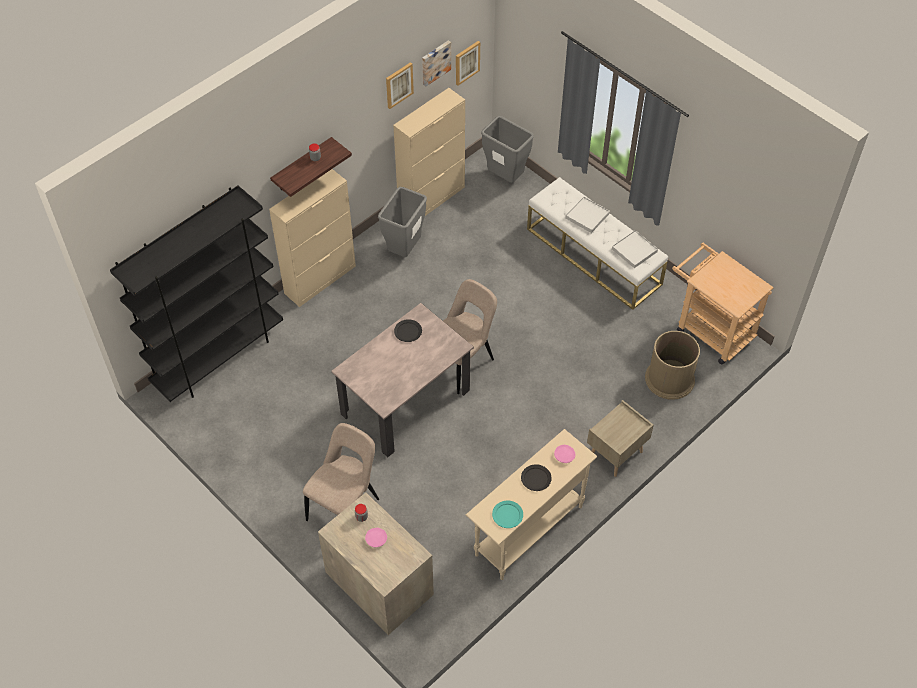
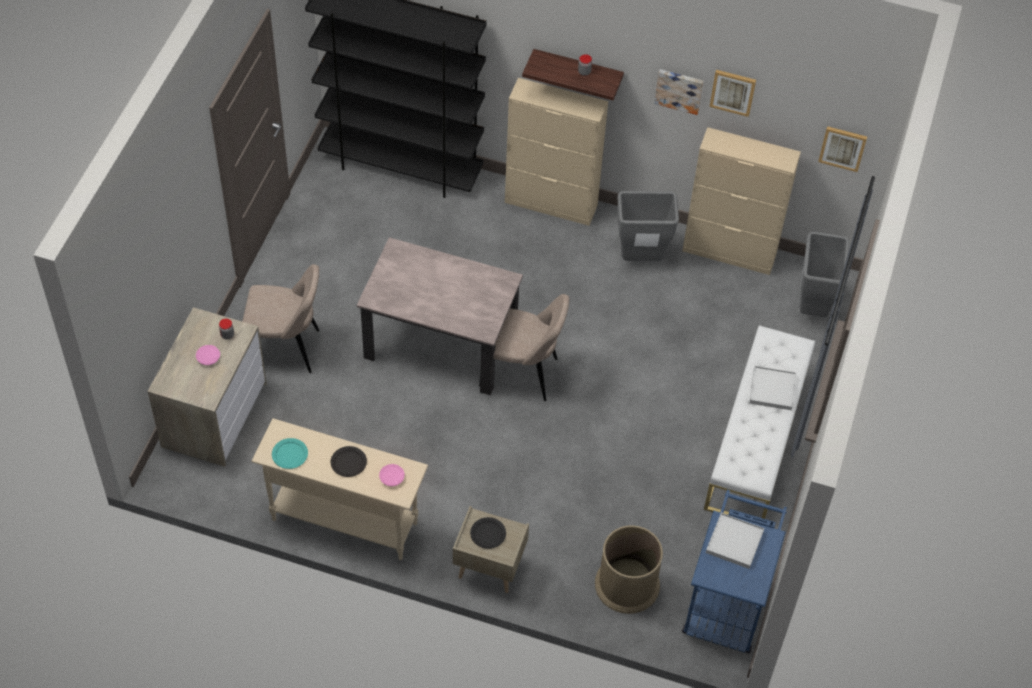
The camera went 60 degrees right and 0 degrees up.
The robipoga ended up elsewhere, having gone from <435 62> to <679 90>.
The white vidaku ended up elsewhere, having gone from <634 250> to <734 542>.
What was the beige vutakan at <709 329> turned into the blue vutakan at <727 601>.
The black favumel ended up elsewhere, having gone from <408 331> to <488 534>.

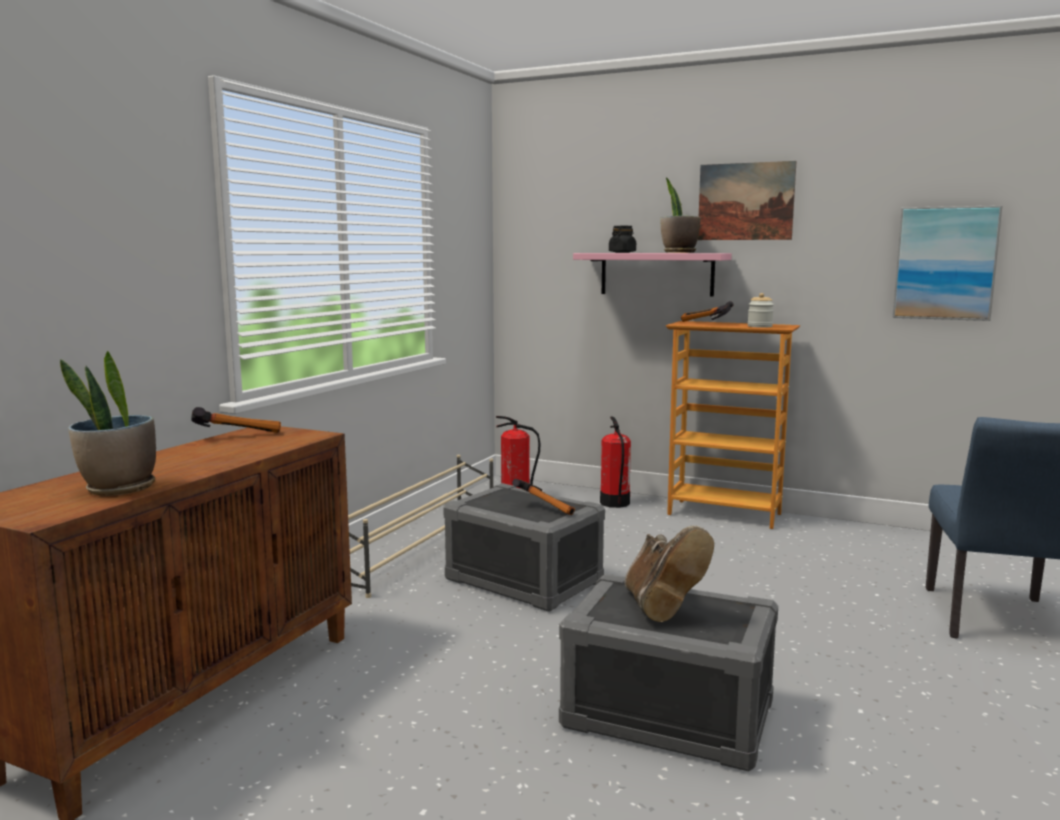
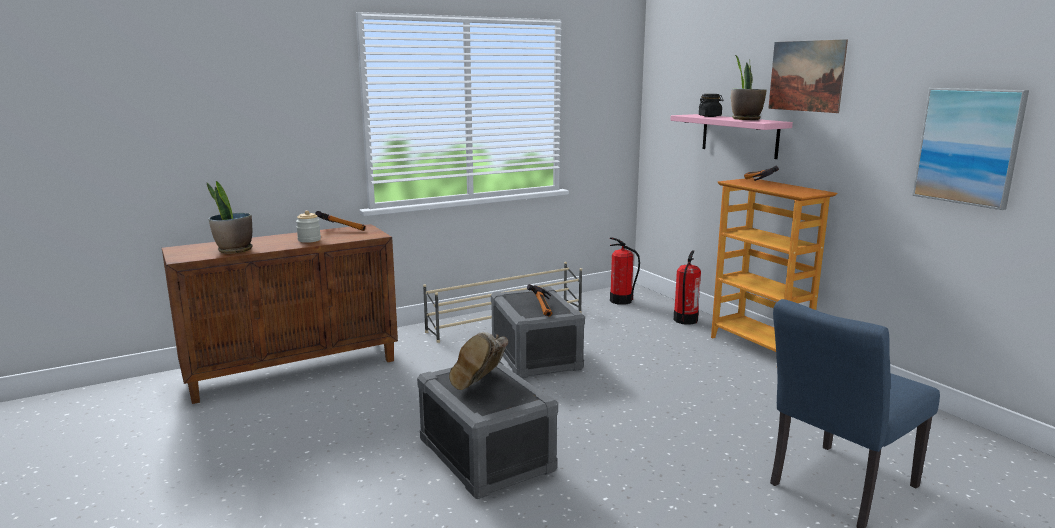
The camera went 35 degrees right and 5 degrees up.
The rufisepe ended up elsewhere, having gone from <760 326> to <309 240>.

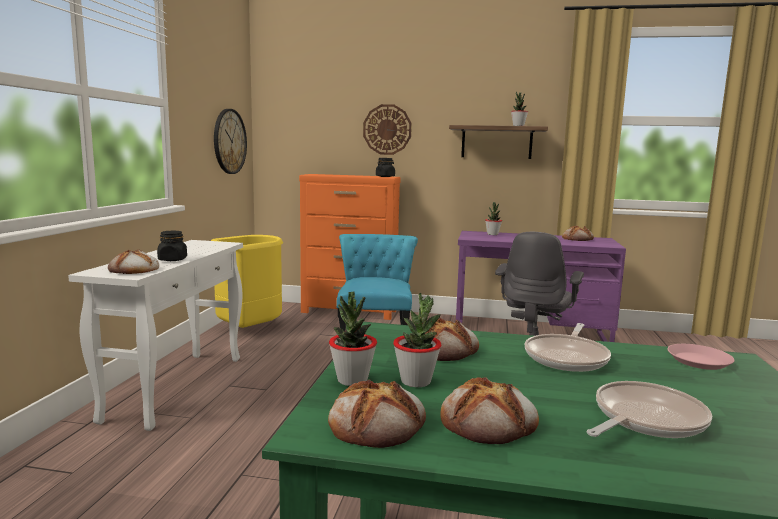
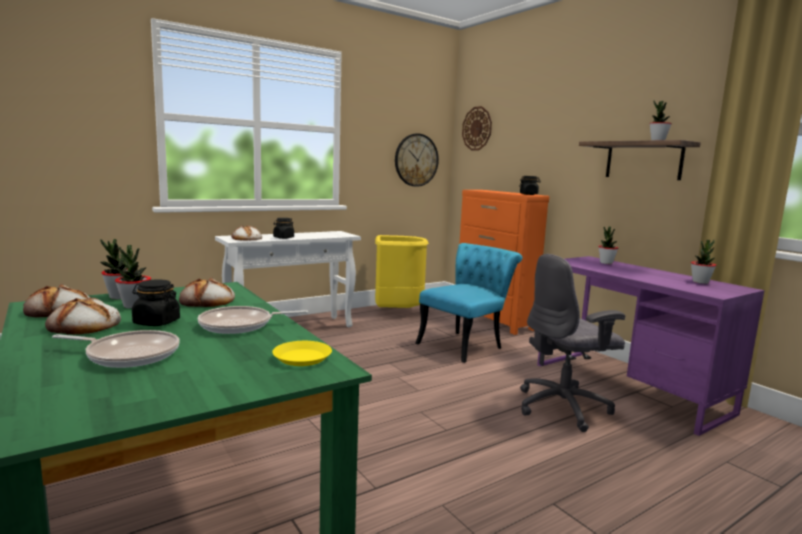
The camera went 45 degrees right and 0 degrees up.
The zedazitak ended up elsewhere, having gone from <387 129> to <477 128>.
Where the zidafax stood at <577 238>, the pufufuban came to stand at <700 282>.
What was the pink favumel at <698 361> turned into the yellow favumel at <302 357>.
The second view gained the black rufisepe at <156 322>.

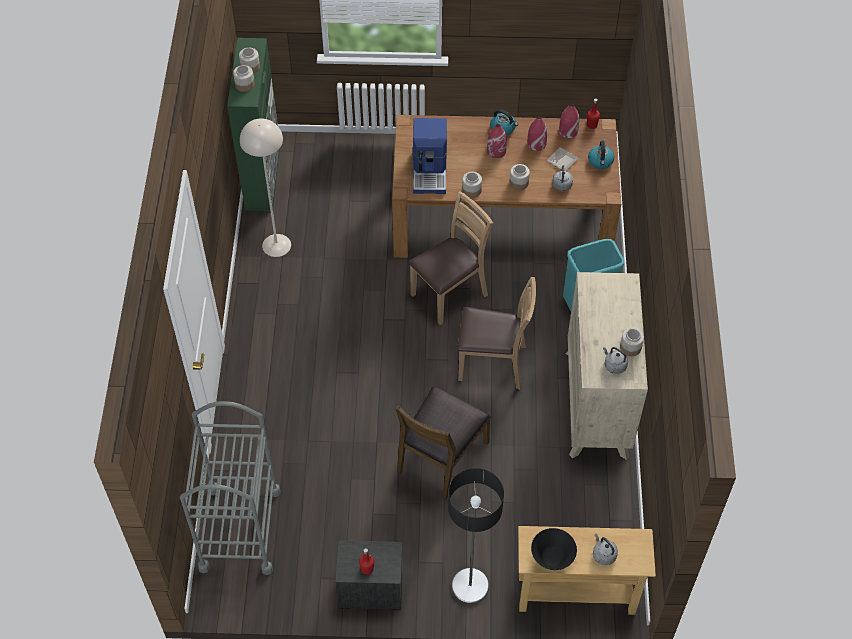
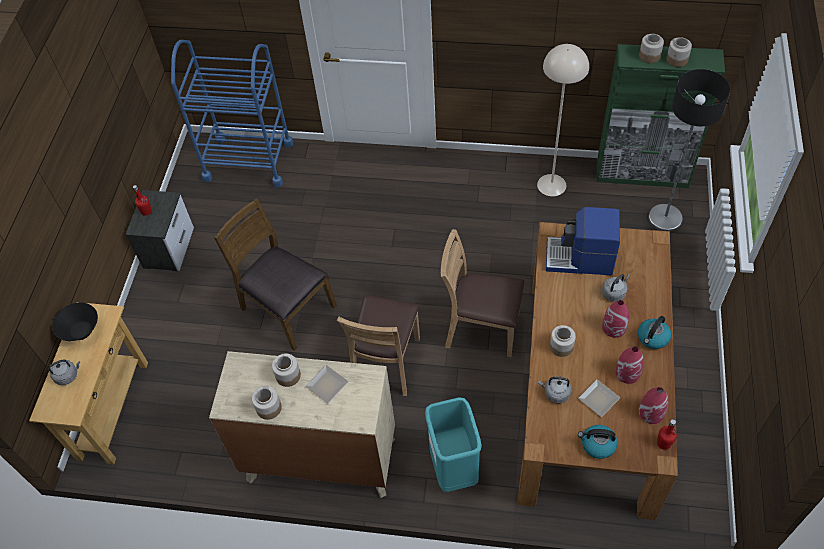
The camera went 100 degrees right and 0 degrees up.
The rufisepe ended up elsewhere, having gone from <471 190> to <288 375>.
The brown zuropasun at <449 294> ended up facing another way, 135 degrees clockwise from before.
The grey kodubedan ended up elsewhere, having gone from <614 365> to <614 293>.
What was the grey vutakan at <240 529> turned into the blue vutakan at <248 161>.
The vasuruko ended up elsewhere, having gone from <470 586> to <665 218>.
The second view gained the favumel at <327 386>.

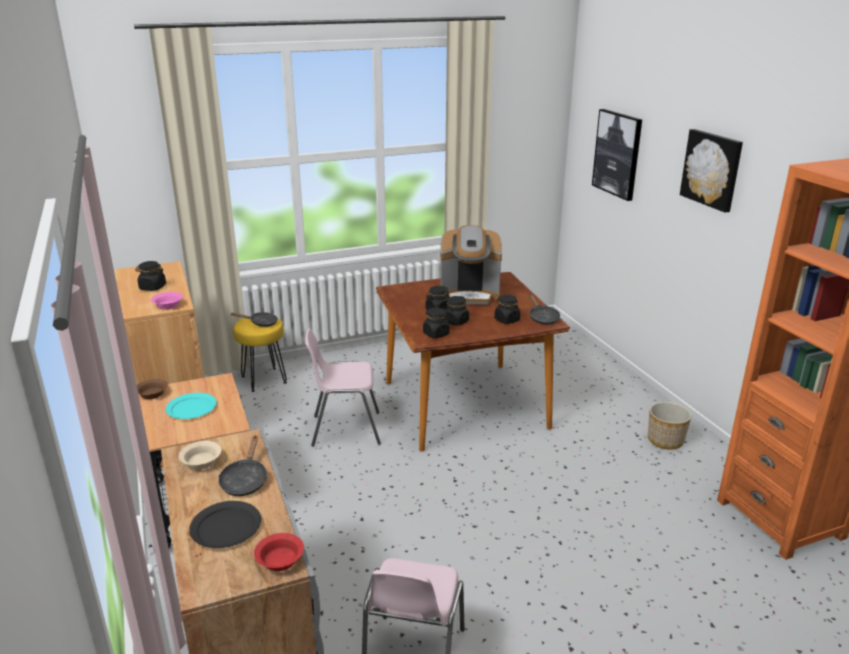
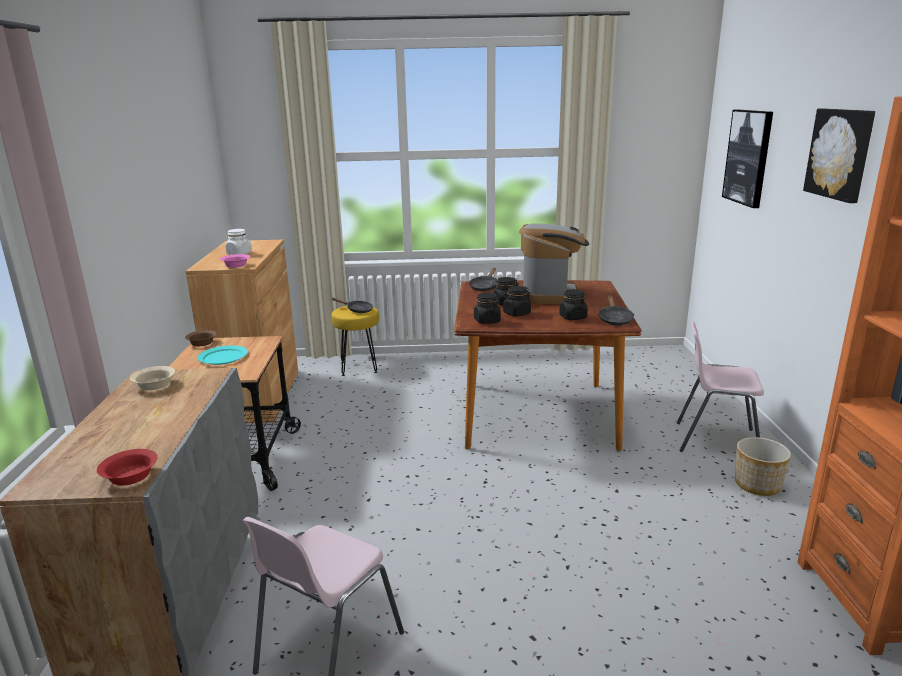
The camera went 20 degrees right and 5 degrees down.
The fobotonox at <470 295> ended up facing another way, 105 degrees counterclockwise from before.
What was the black rufisepe at <152 287> turned into the white rufisepe at <239 253>.
The pink zuropasun ended up elsewhere, having gone from <345 429> to <715 440>.
The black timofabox ended up elsewhere, having gone from <245 480> to <484 287>.
The second view lost the black favumel at <226 527>.

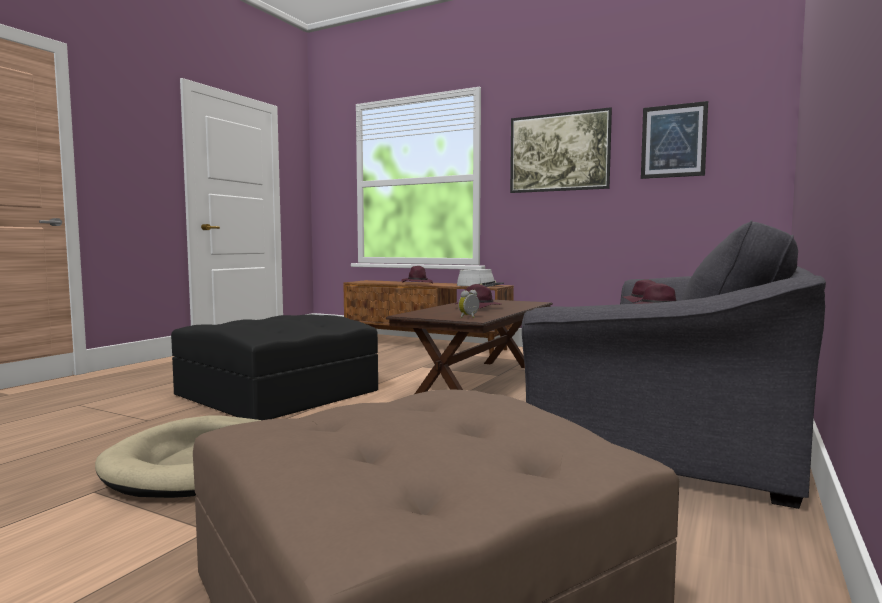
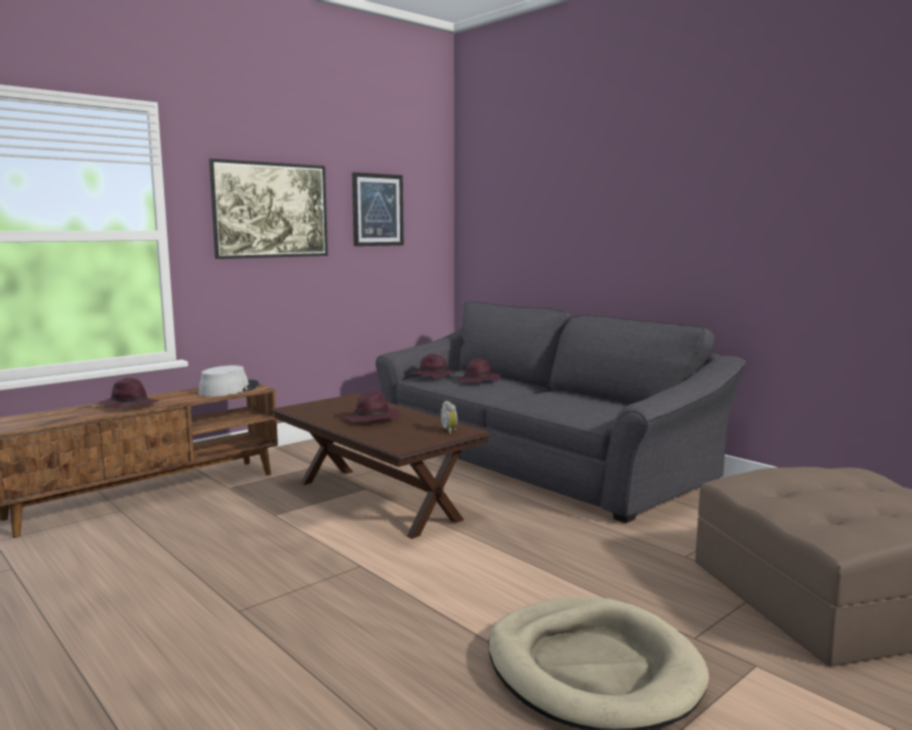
The camera went 70 degrees left and 5 degrees up.
The second view lost the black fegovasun at <278 392>.

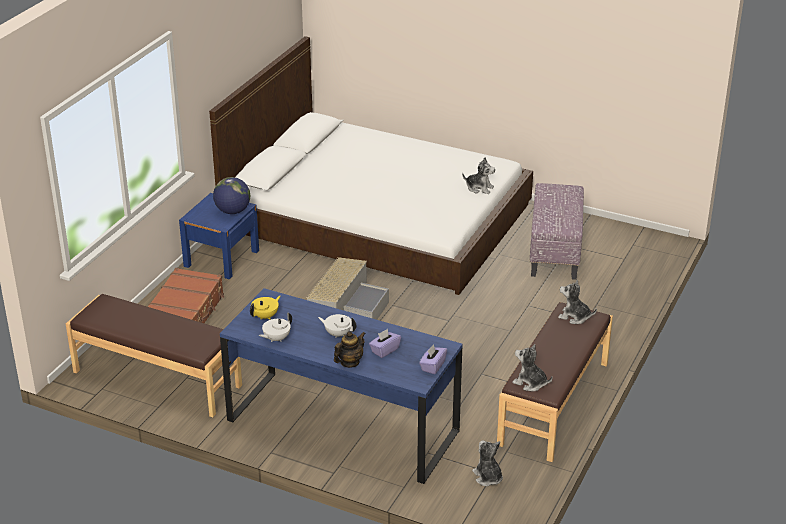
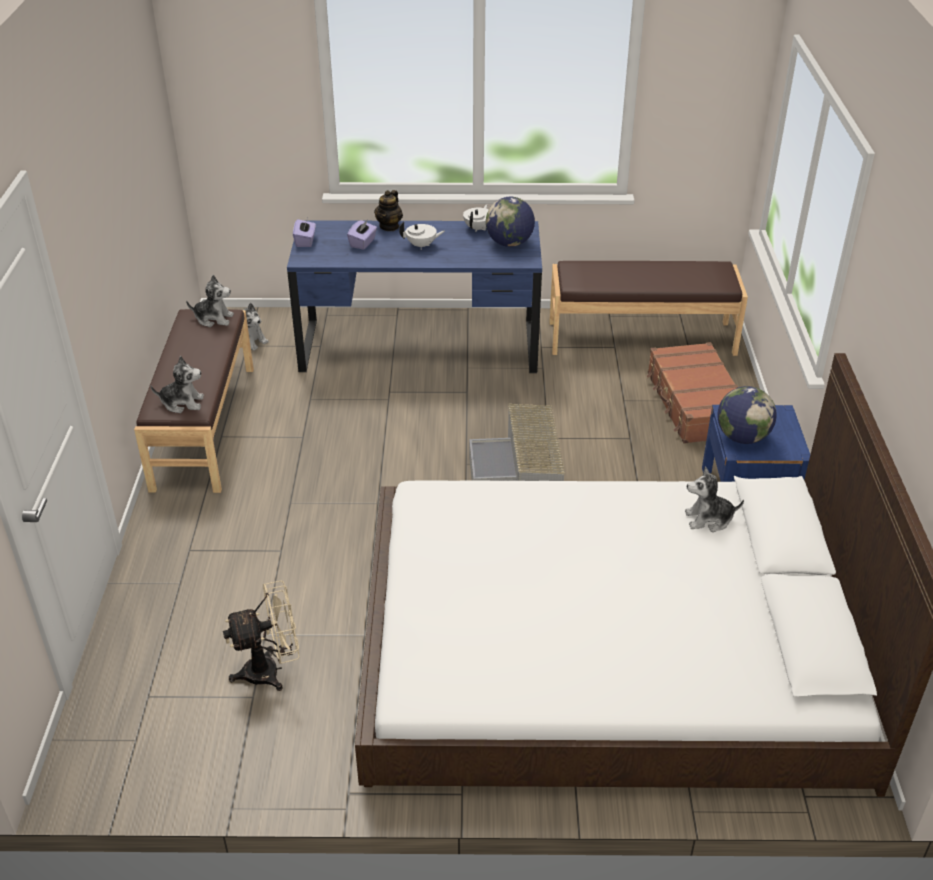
The camera went 155 degrees right and 5 degrees up.
The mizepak ended up elsewhere, having gone from <479 188> to <709 519>.
Where the fegovasun stood at <555 252>, the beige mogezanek came to stand at <271 671>.
Where the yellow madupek stood at <266 316>, the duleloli came to stand at <509 243>.

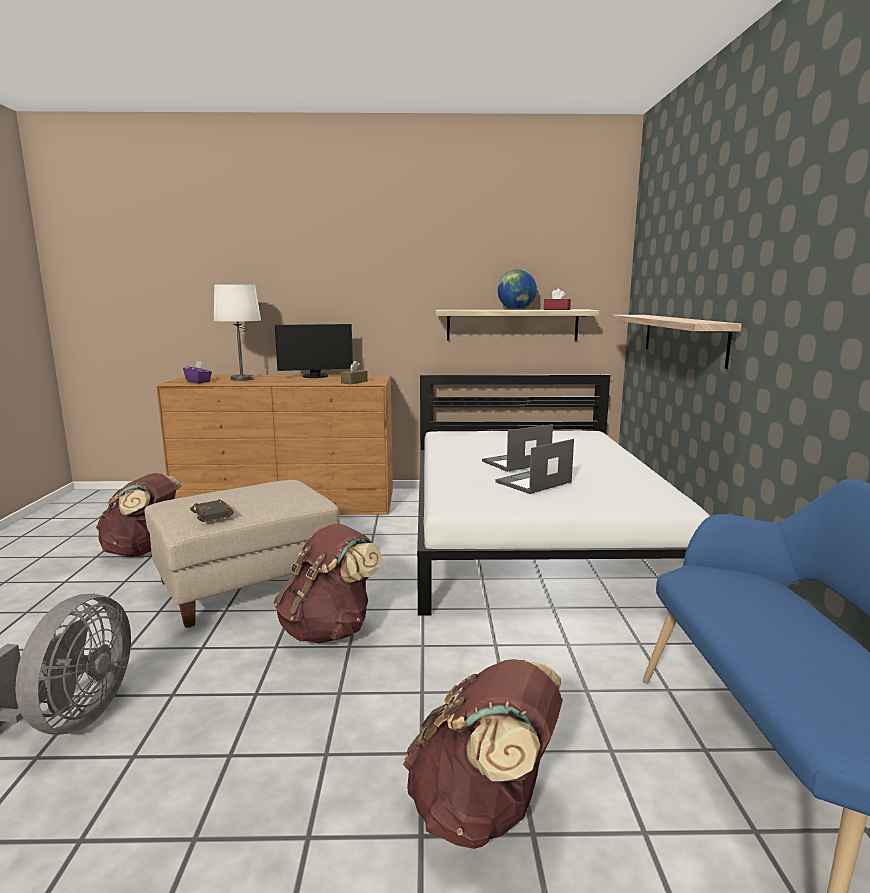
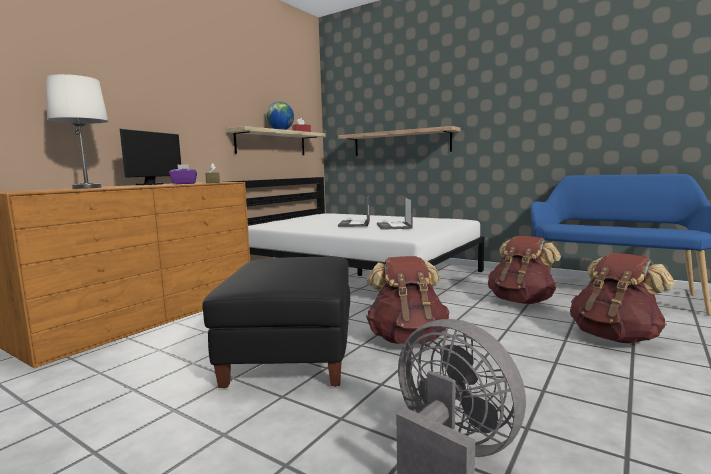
The camera went 55 degrees left and 5 degrees down.
The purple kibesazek ended up elsewhere, having gone from <198 381> to <184 184>.
The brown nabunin ended up elsewhere, having gone from <143 551> to <521 301>.
What was the beige fegovasun at <247 585> turned into the black fegovasun at <291 353>.
The second view lost the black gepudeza at <214 514>.

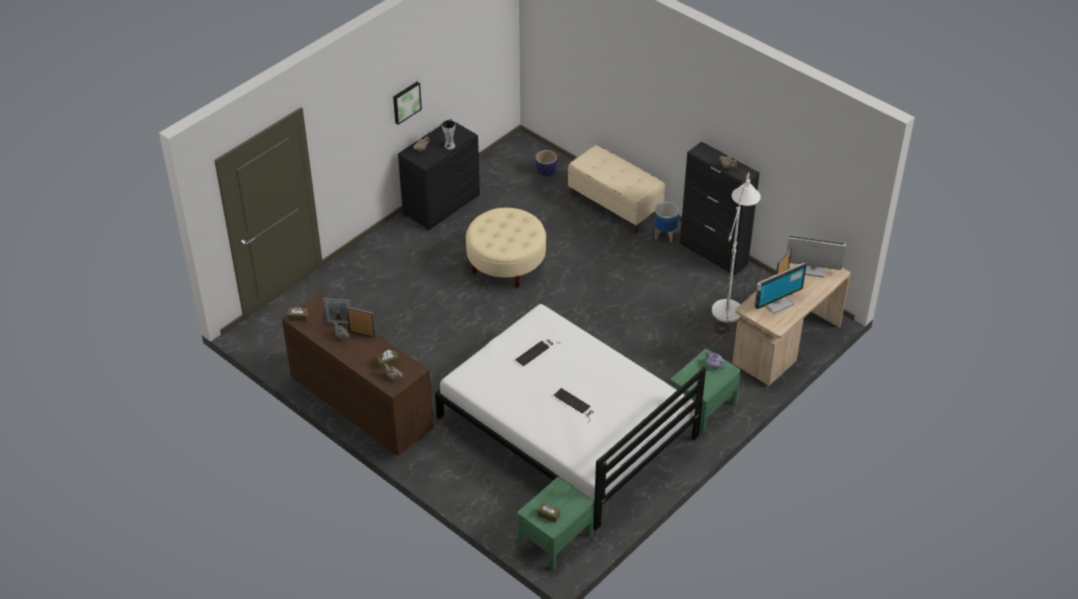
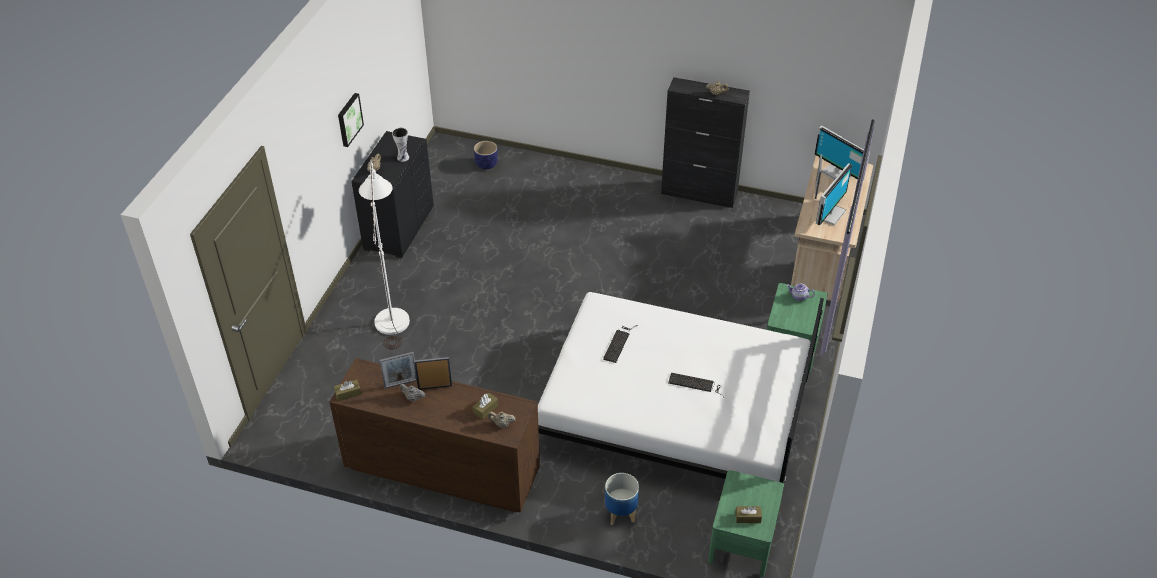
The camera went 25 degrees left and 0 degrees up.
The second view lost the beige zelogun at <615 205>.
The white vasuruko ended up elsewhere, having gone from <729 305> to <392 314>.
The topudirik ended up elsewhere, having gone from <664 235> to <620 514>.
The second view lost the beige fegovasun at <506 264>.
The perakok at <812 270> ended up facing another way, 120 degrees counterclockwise from before.

